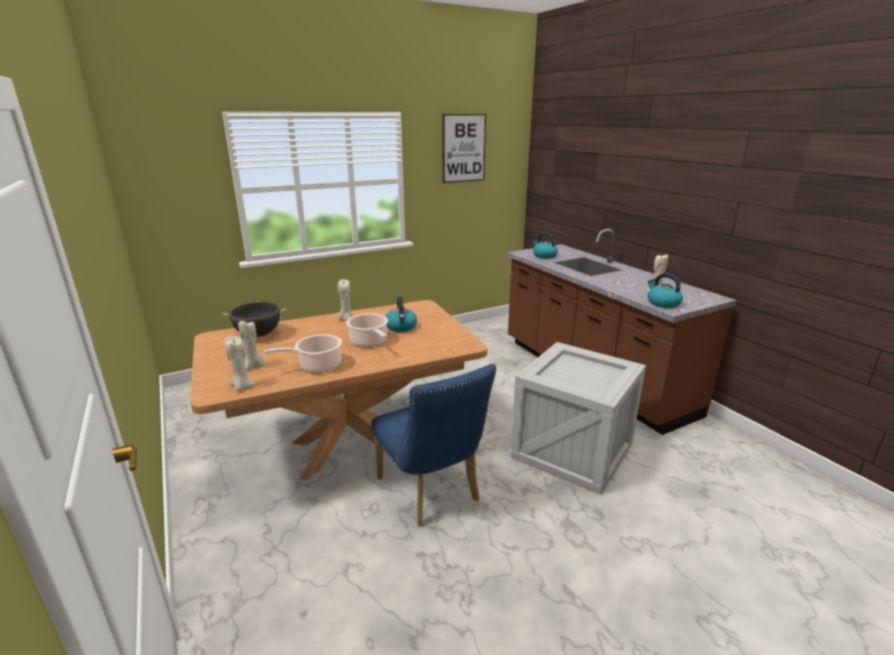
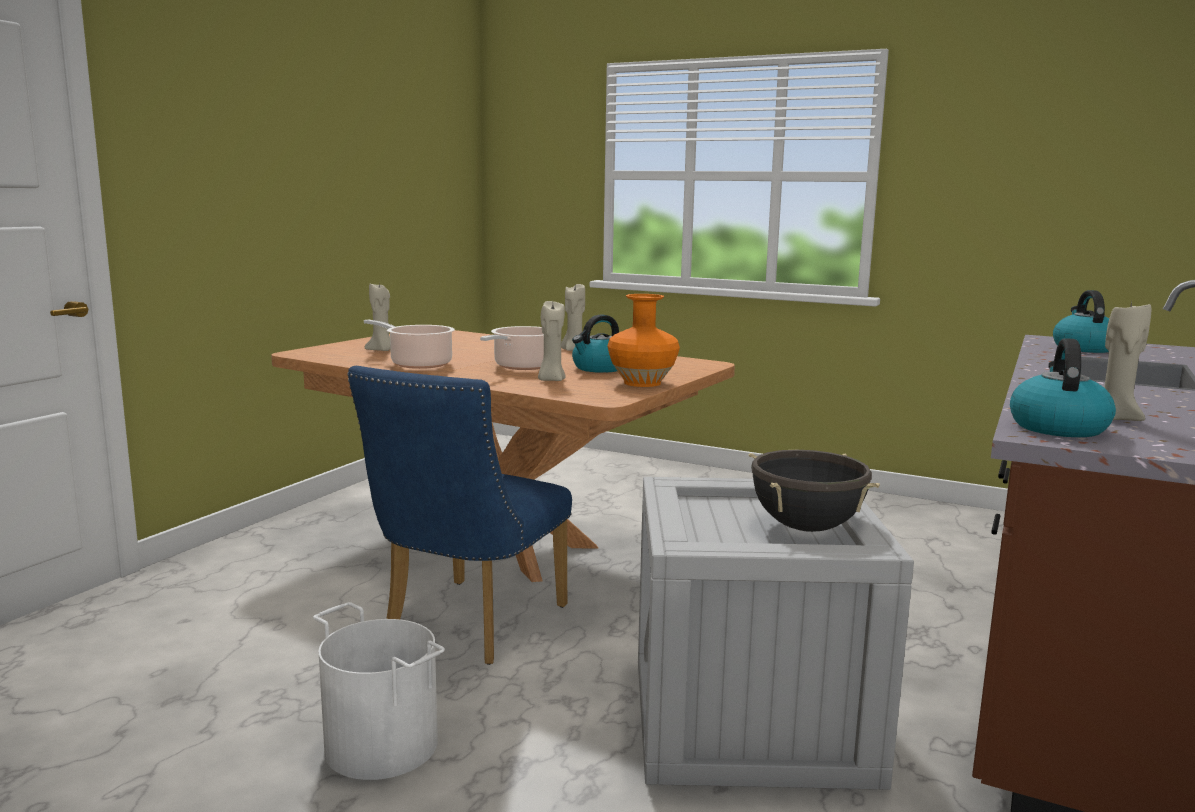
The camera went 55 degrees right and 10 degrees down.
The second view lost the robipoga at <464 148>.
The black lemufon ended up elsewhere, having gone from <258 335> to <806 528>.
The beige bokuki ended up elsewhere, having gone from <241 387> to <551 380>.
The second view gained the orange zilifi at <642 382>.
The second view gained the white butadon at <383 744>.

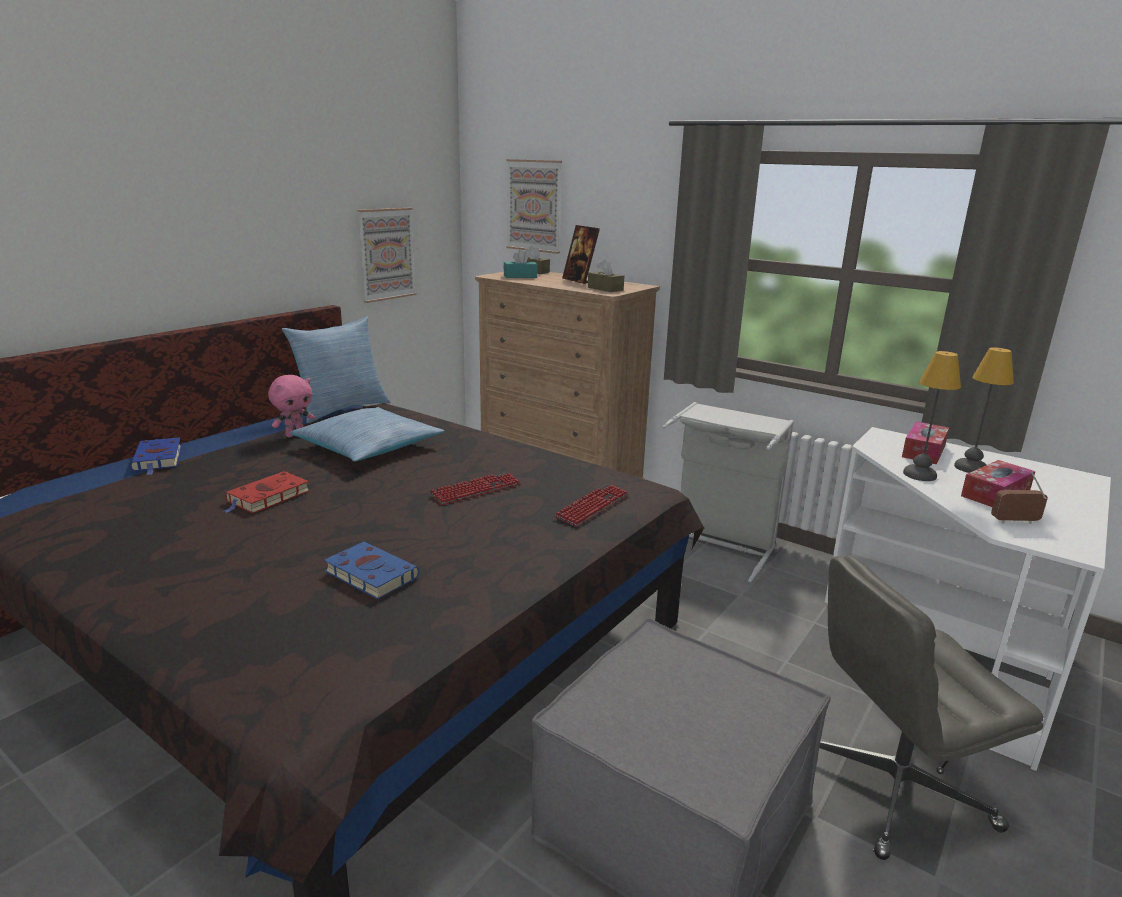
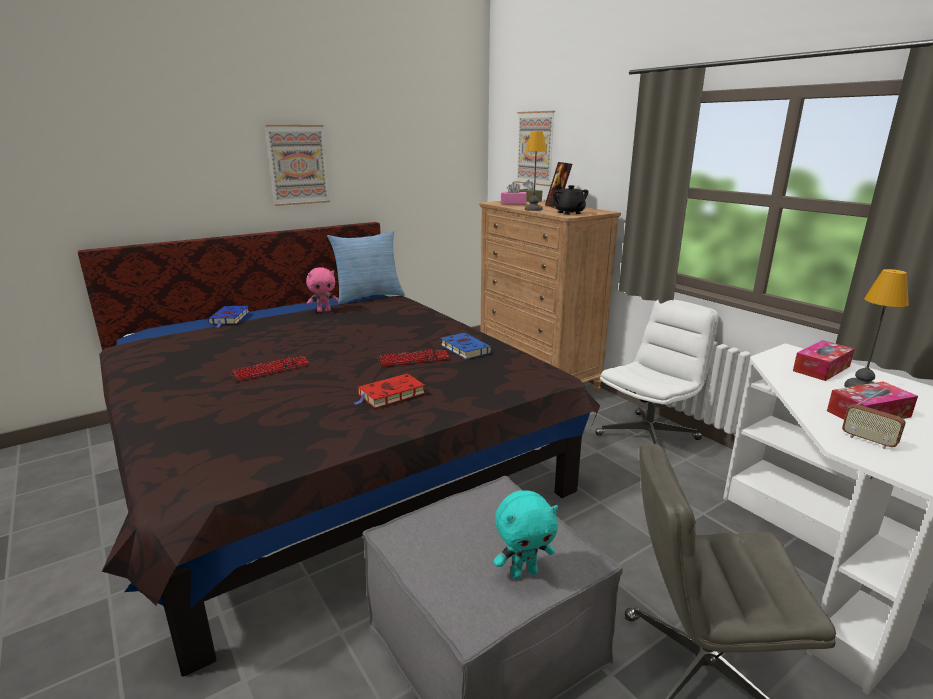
The camera went 20 degrees right and 0 degrees up.
The robipoga ended up elsewhere, having gone from <386 254> to <298 165>.
What was the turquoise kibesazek at <520 276> turned into the pink kibesazek at <513 203>.
Where the brown kibesazek stood at <605 289>, the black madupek came to stand at <569 213>.
The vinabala ended up elsewhere, having gone from <920 475> to <534 209>.
Where the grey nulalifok stood at <718 546>, the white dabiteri came to stand at <648 436>.
The second view lost the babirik at <368 447>.
The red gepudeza ended up elsewhere, having gone from <267 497> to <390 395>.
The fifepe at <1015 521> ended up facing another way, 150 degrees counterclockwise from before.
The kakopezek ended up elsewhere, having gone from <592 506> to <272 370>.
The blue gepudeza ended up elsewhere, having gone from <369 574> to <464 348>.
The second view gained the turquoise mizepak at <524 572>.

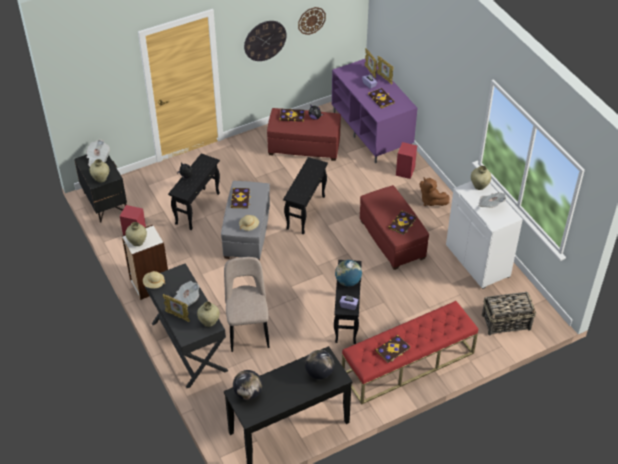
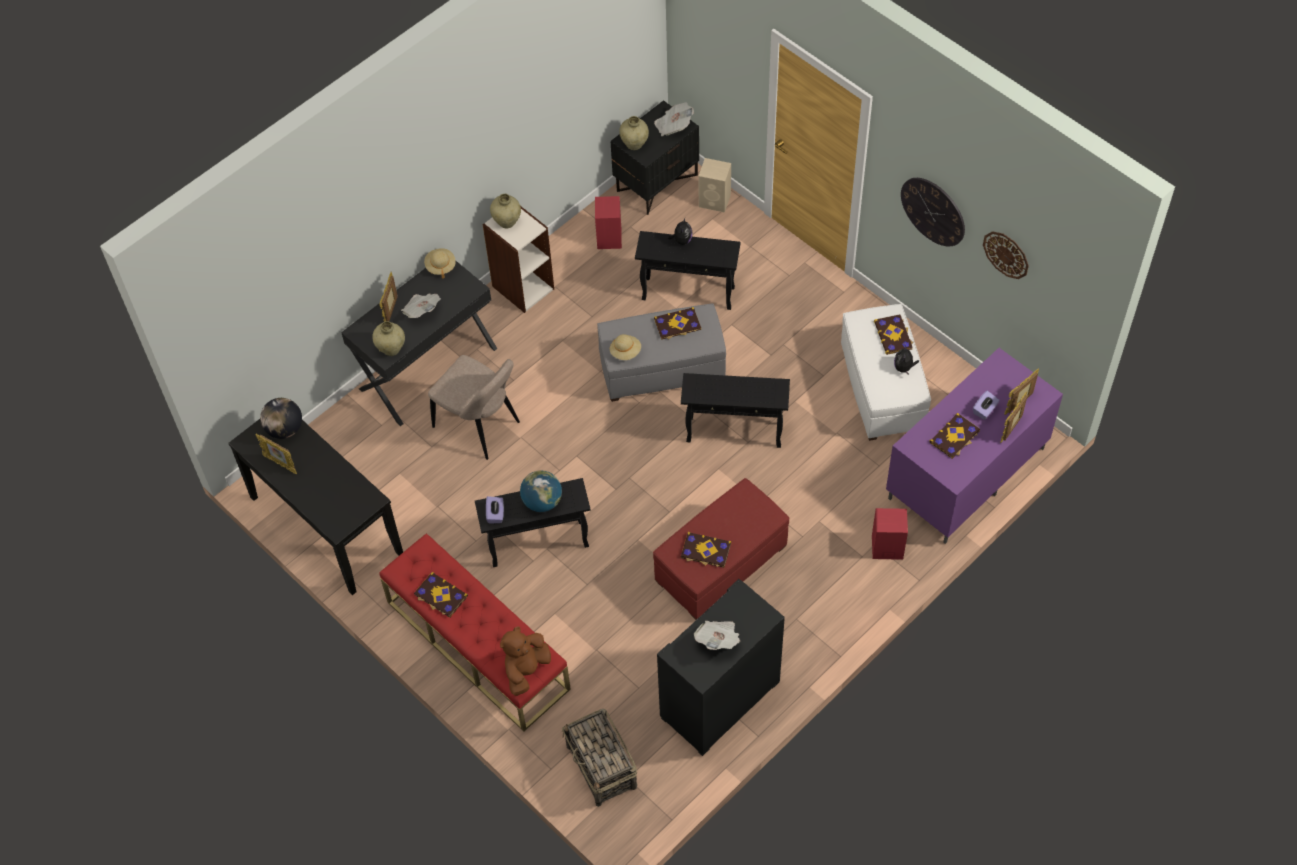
The camera went 75 degrees right and 10 degrees up.
What was the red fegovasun at <304 147> turned into the white fegovasun at <882 389>.
The second view lost the beige zilifi at <479 186>.
The brown mizepak ended up elsewhere, having gone from <431 201> to <526 670>.
What was the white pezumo at <478 261> turned into the black pezumo at <720 701>.
The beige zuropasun at <248 329> ended up facing another way, 60 degrees clockwise from before.
The second view lost the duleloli at <319 373>.
The second view gained the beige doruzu at <715 201>.
The second view gained the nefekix at <280 464>.

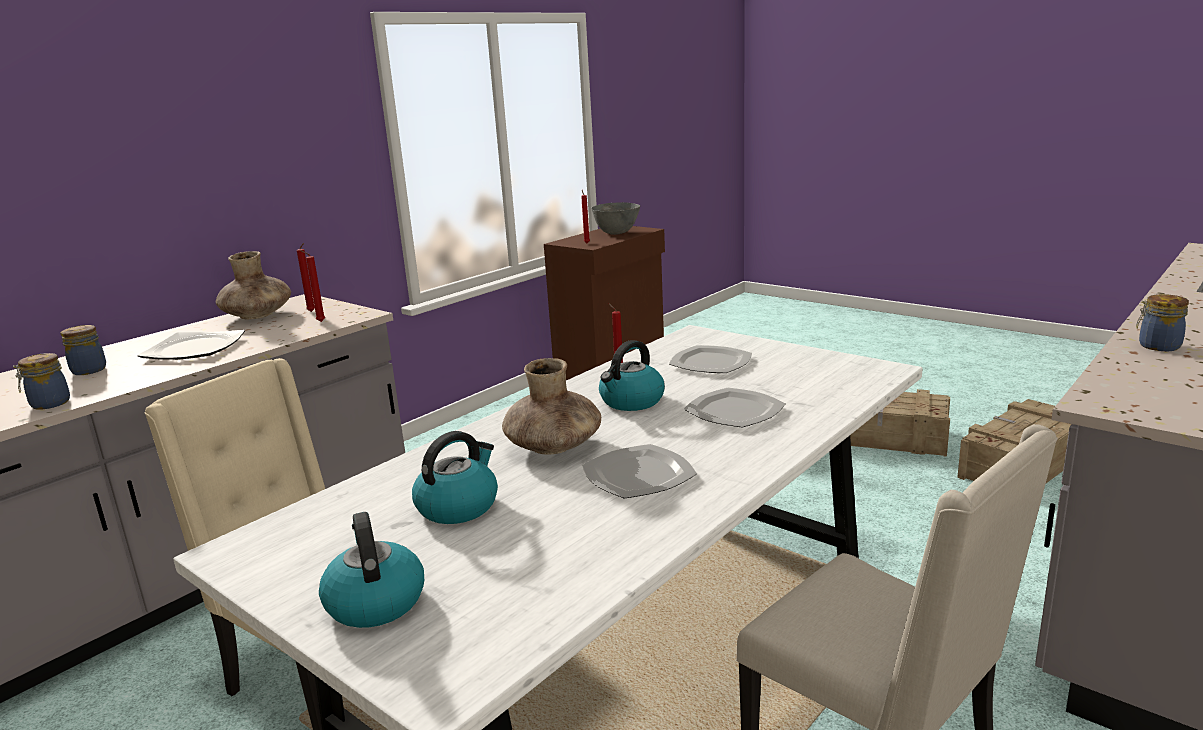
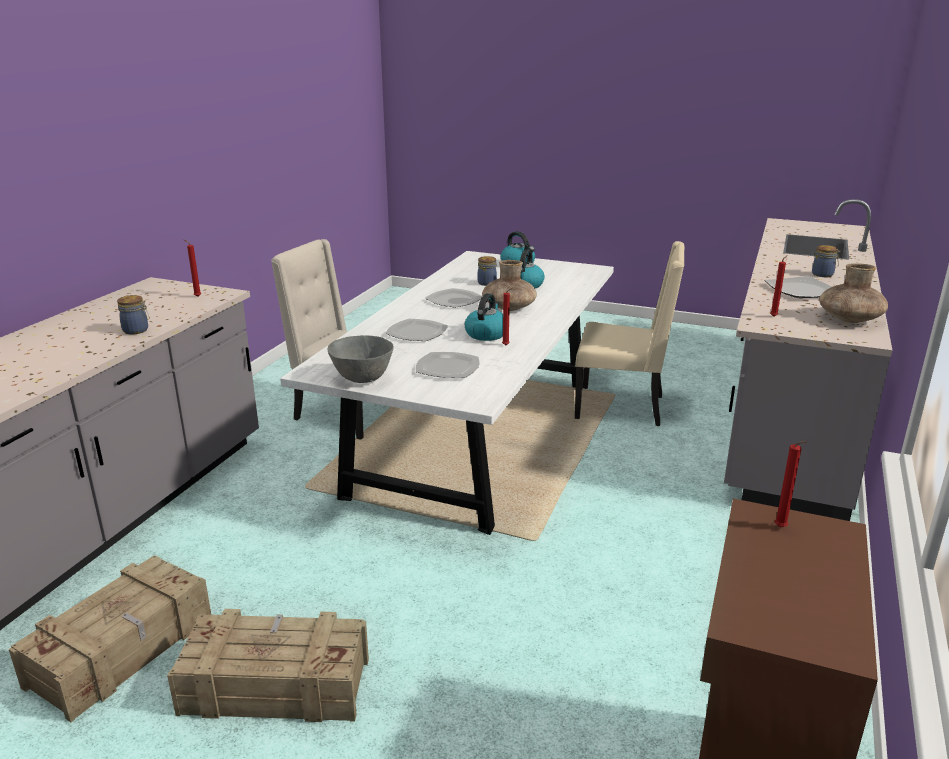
The camera went 160 degrees right and 5 degrees up.
The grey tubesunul ended up elsewhere, having gone from <616 233> to <363 379>.
The red bokuki ended up elsewhere, having gone from <312 312> to <196 296>.
The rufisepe ended up elsewhere, having gone from <48 404> to <487 283>.

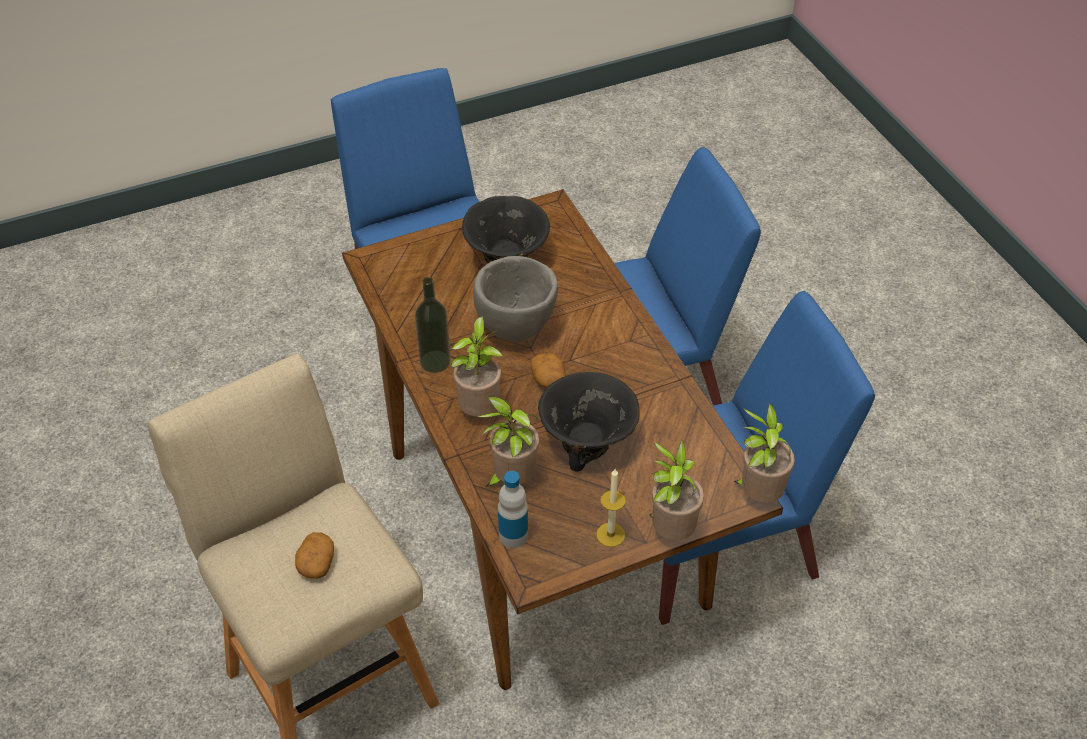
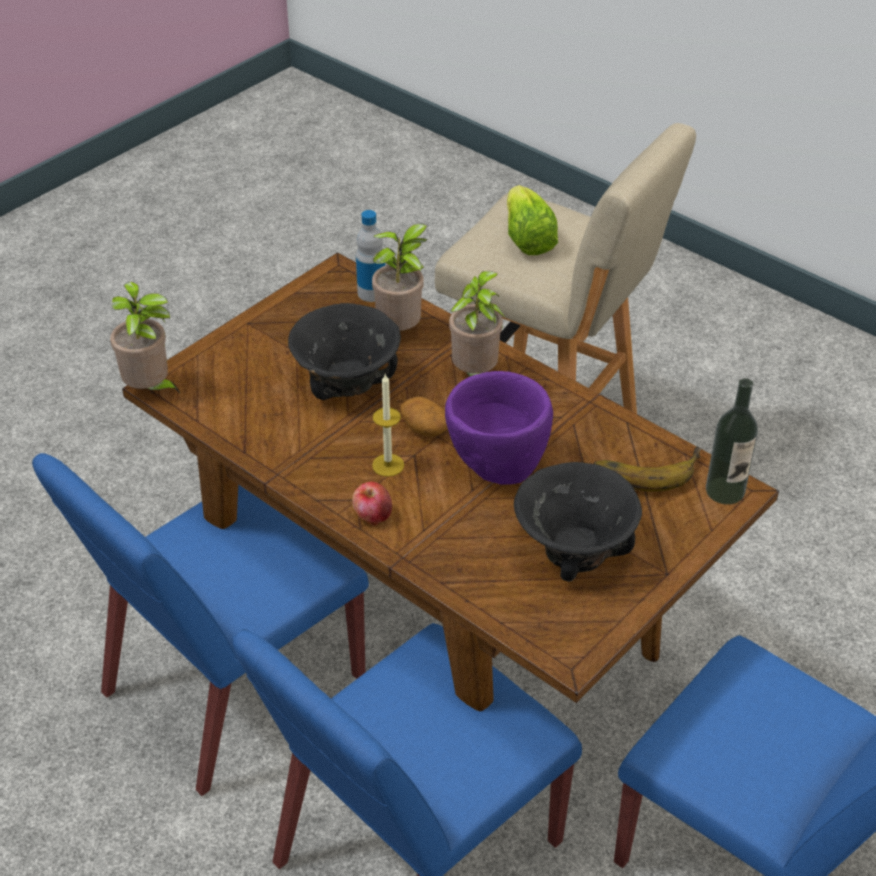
The camera went 155 degrees right and 5 degrees down.
What was the grey tubesunul at <516 330> turned into the purple tubesunul at <496 466>.
The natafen ended up elsewhere, having gone from <435 361> to <725 491>.
The second view lost the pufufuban at <670 531>.
The bokuki ended up elsewhere, having gone from <610 534> to <388 465>.
Where the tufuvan stood at <316 563>, the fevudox came to stand at <527 239>.
The second view gained the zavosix at <645 468>.
The second view gained the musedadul at <372 515>.

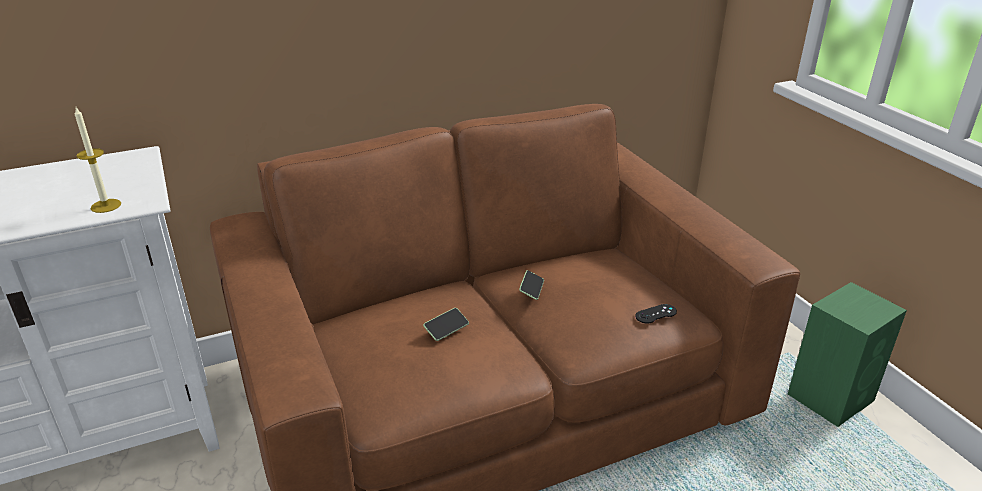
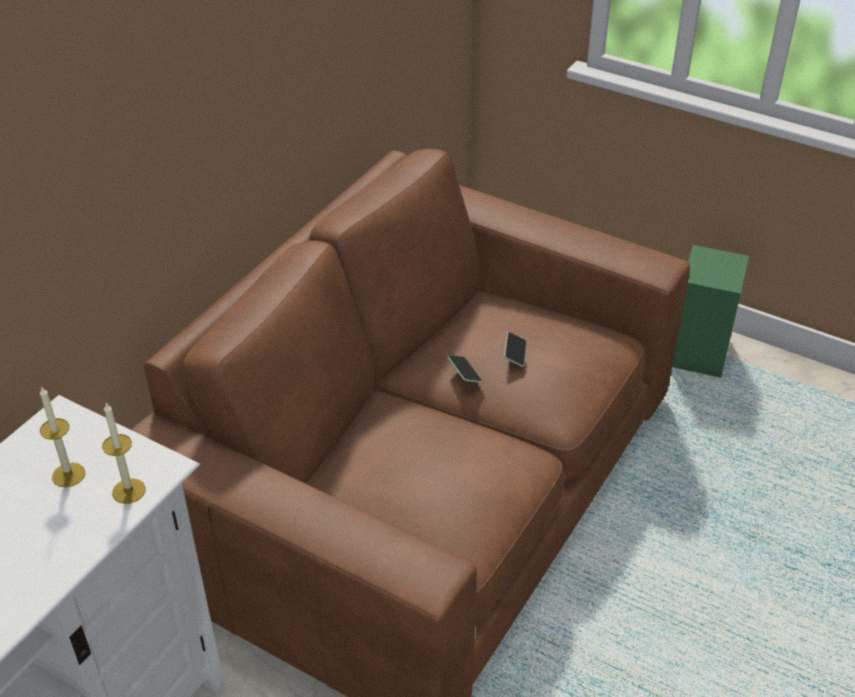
The camera went 35 degrees left and 10 degrees up.
The second view lost the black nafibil at <656 314>.
The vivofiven ended up elsewhere, having gone from <446 329> to <515 354>.
The second view gained the bokuki at <68 475>.

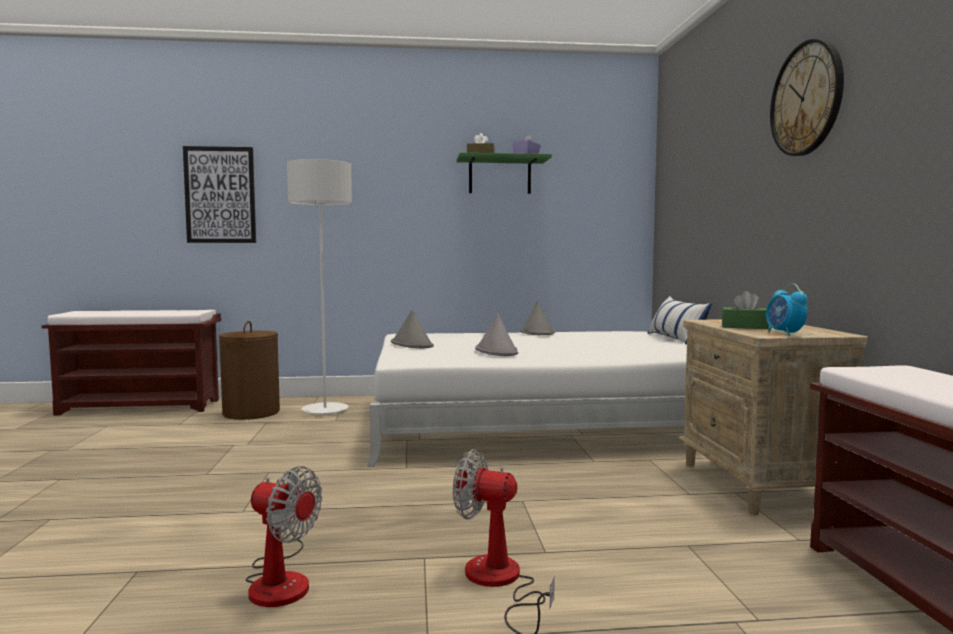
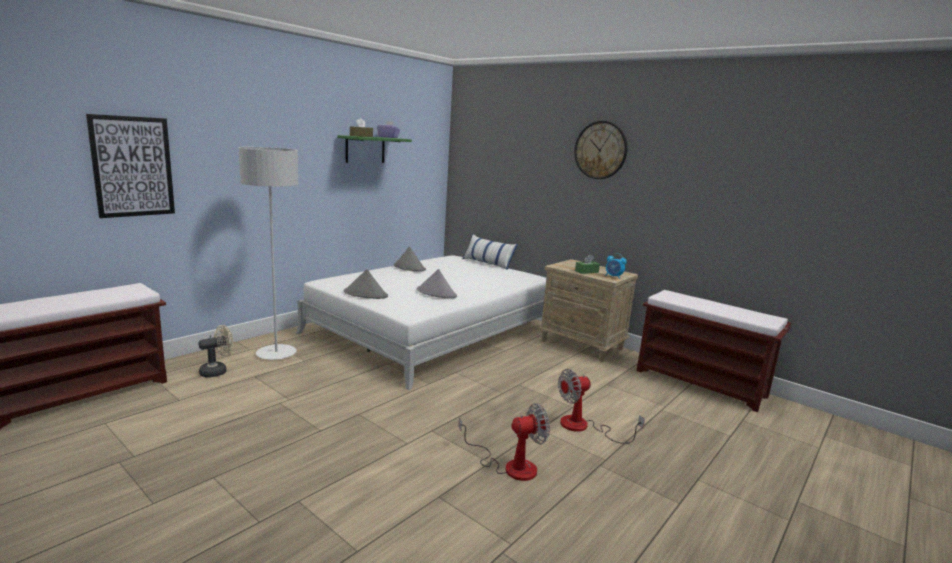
The camera went 45 degrees left and 10 degrees up.
Where the brown nulalifok stood at <251 412>, the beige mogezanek came to stand at <218 371>.

